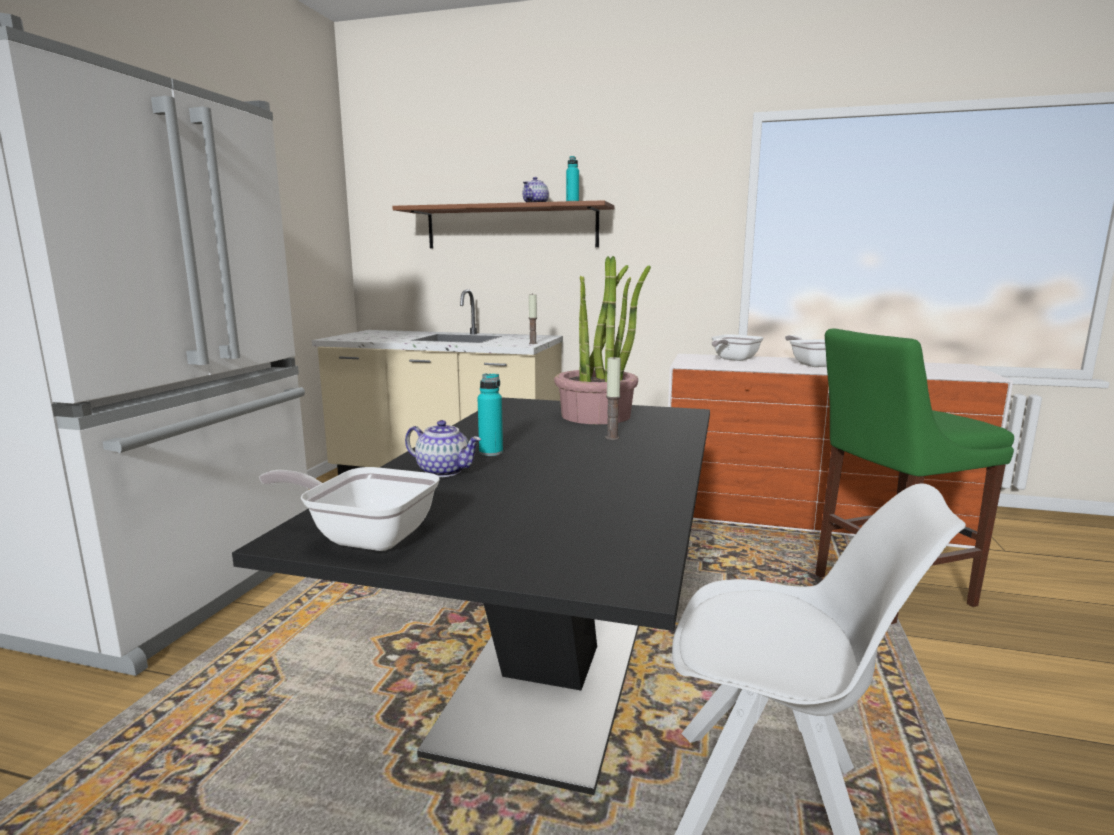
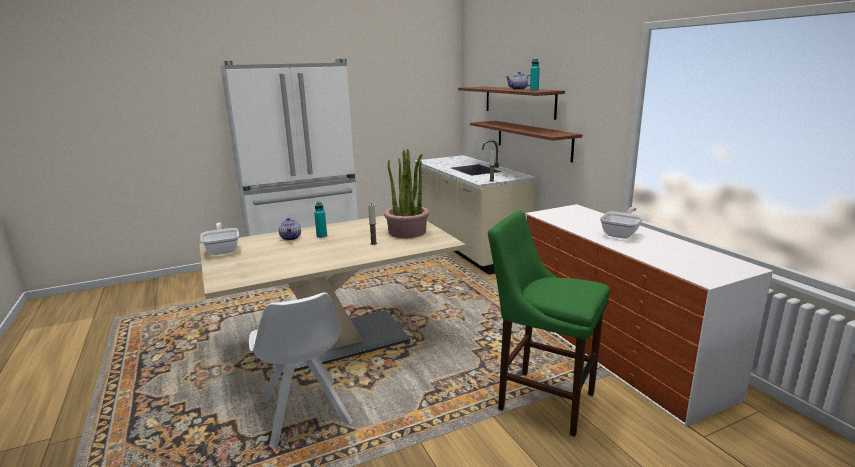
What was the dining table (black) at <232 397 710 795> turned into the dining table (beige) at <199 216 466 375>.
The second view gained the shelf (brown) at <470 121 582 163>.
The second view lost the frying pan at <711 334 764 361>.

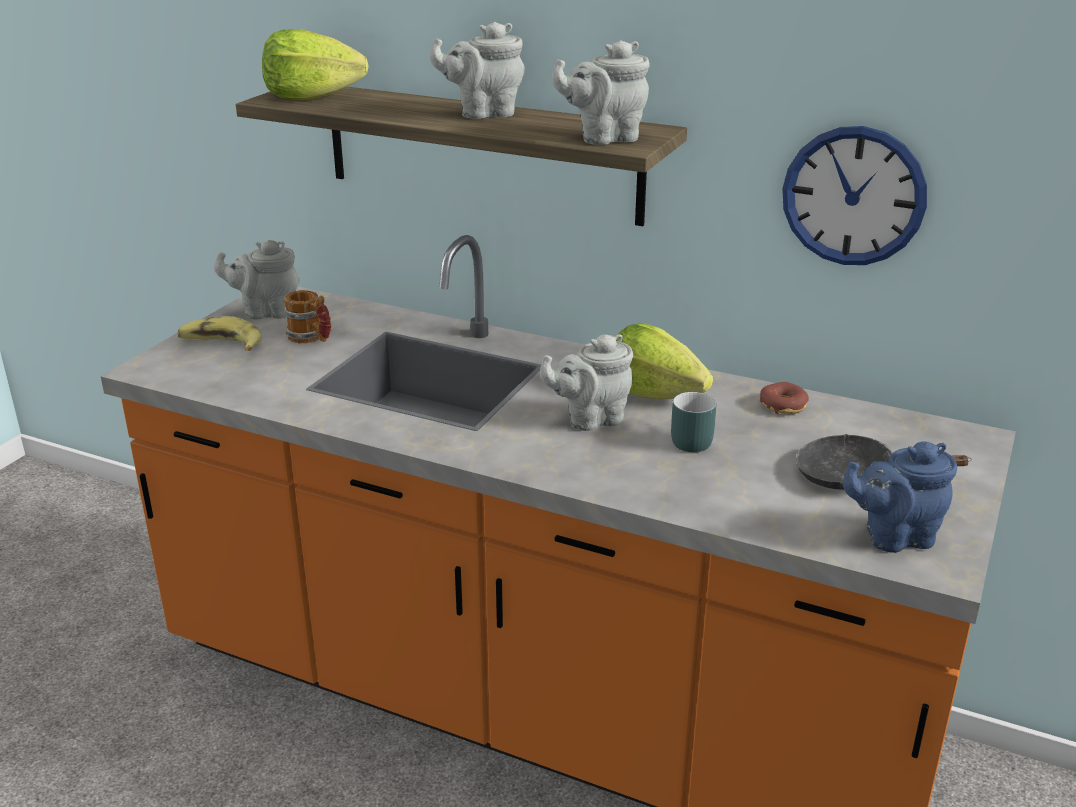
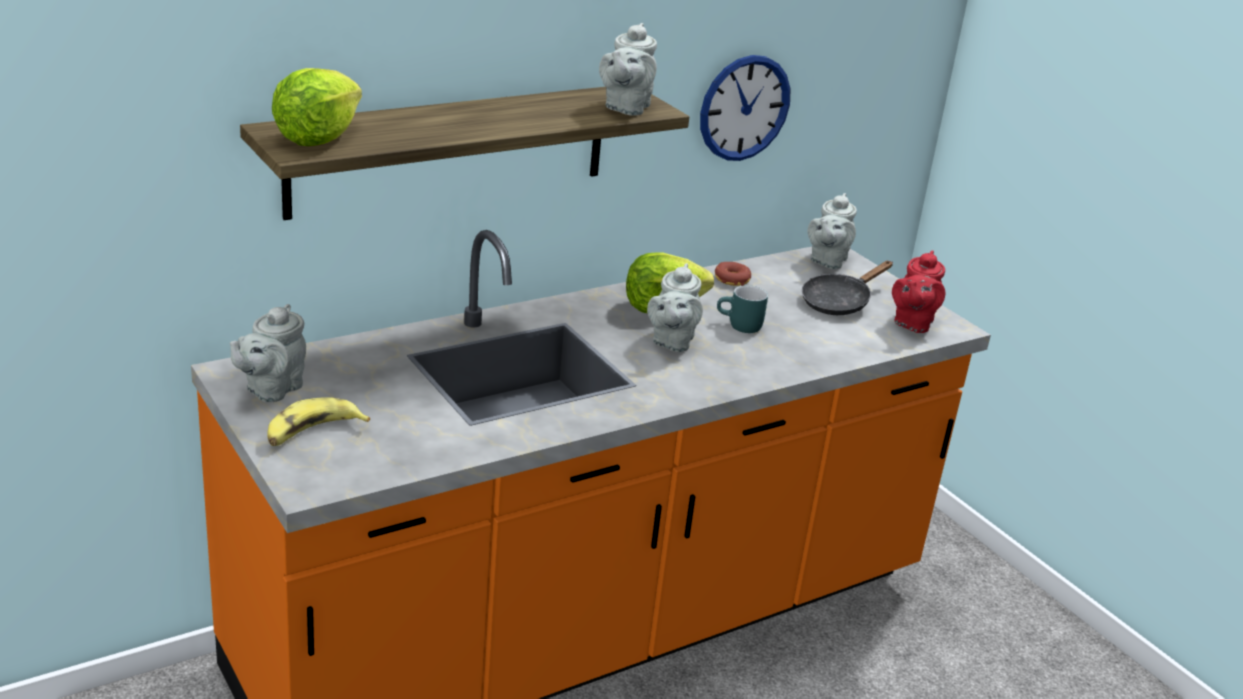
The teapot (grey) ended up elsewhere, having gone from <429 22 525 119> to <808 193 857 269>.
What was the teapot (blue) at <843 441 957 553> turned into the teapot (red) at <892 250 945 333>.
The second view lost the mug at <284 290 331 343>.

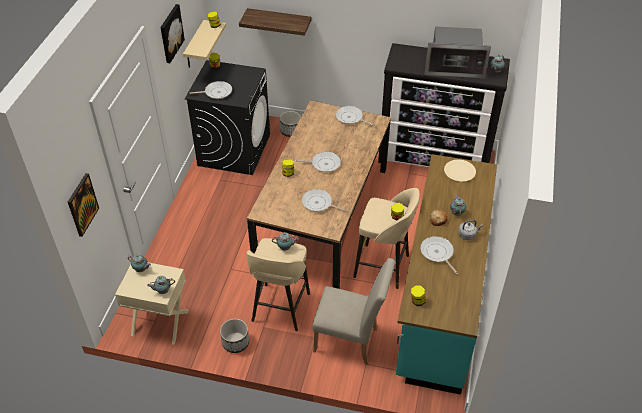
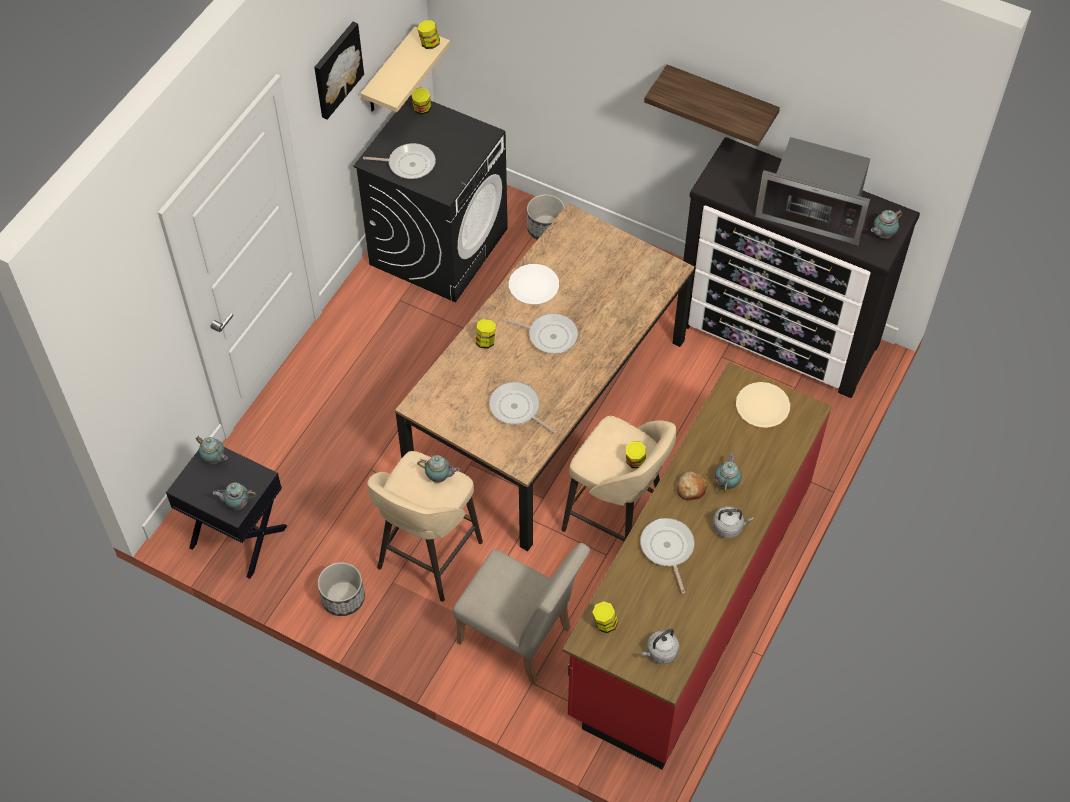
What was the nightstand (beige) at <115 262 189 345> turned into the nightstand (black) at <166 447 287 579>.
The second view gained the plate (white) at <509 264 559 305>.
What was the counter (turquoise) at <396 154 497 395> turned into the counter (red) at <563 362 832 769>.
The second view gained the kettle (grey) at <641 629 680 664>.
The shelf ended up elsewhere, having gone from <239 8 312 36> to <644 65 780 146>.
The second view lost the picture at <68 173 99 237>.
The second view lost the frying pan at <336 106 375 126>.

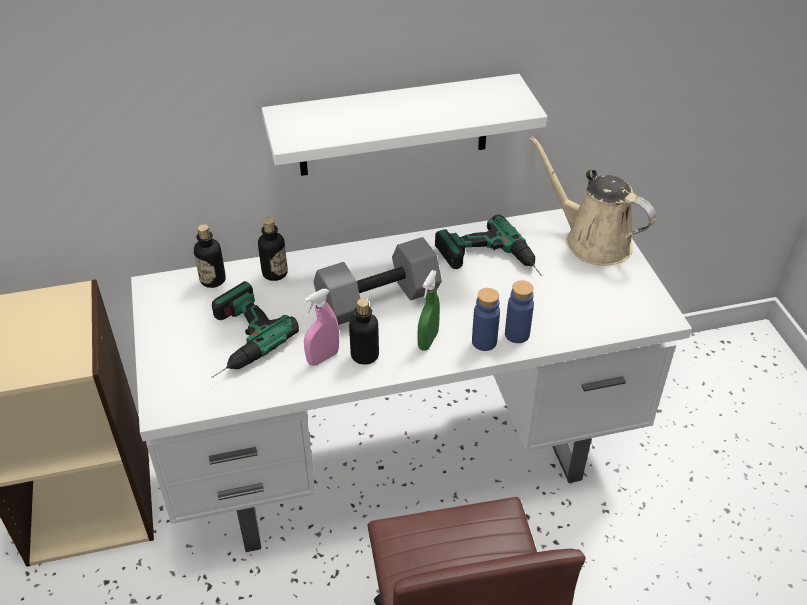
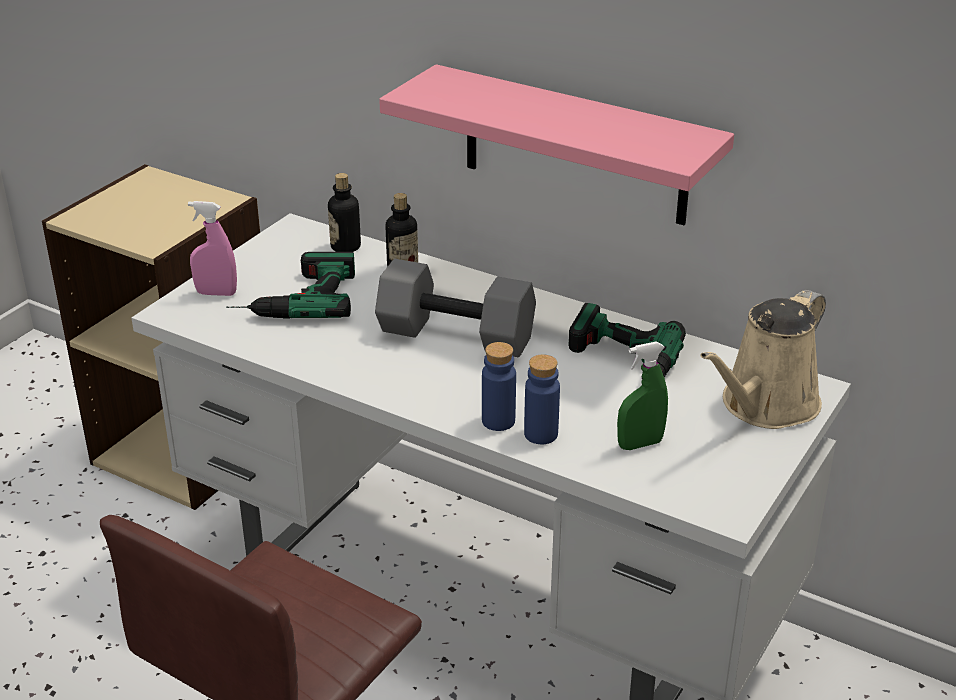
The spray bottle (pink) ended up elsewhere, having gone from <304 289 339 366> to <188 201 237 296>.
What was the shelf (white) at <262 74 548 176> turned into the shelf (pink) at <379 64 734 225>.
The spray bottle (green) ended up elsewhere, having gone from <417 270 440 351> to <617 342 668 450>.
The watering can (beige) at <529 136 656 266> ended up facing another way, 135 degrees counterclockwise from before.
The second view lost the bottle at <349 299 379 365>.

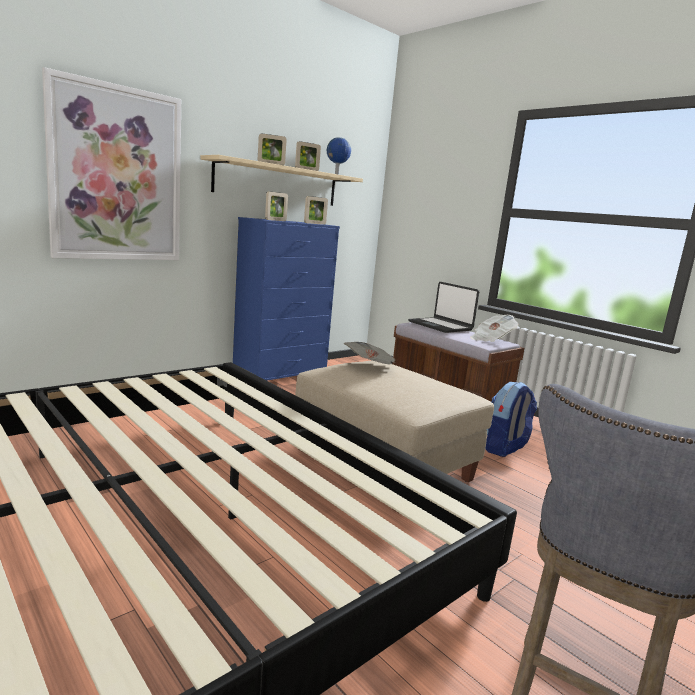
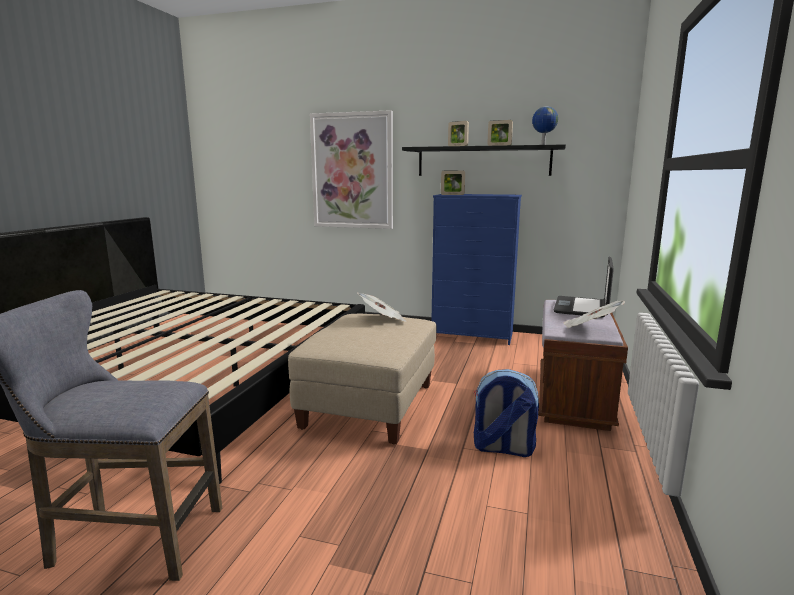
What was the shelf (beige) at <200 155 363 206> turned into the shelf (black) at <402 144 566 176>.
The second view lost the picture frame at <304 196 328 225>.

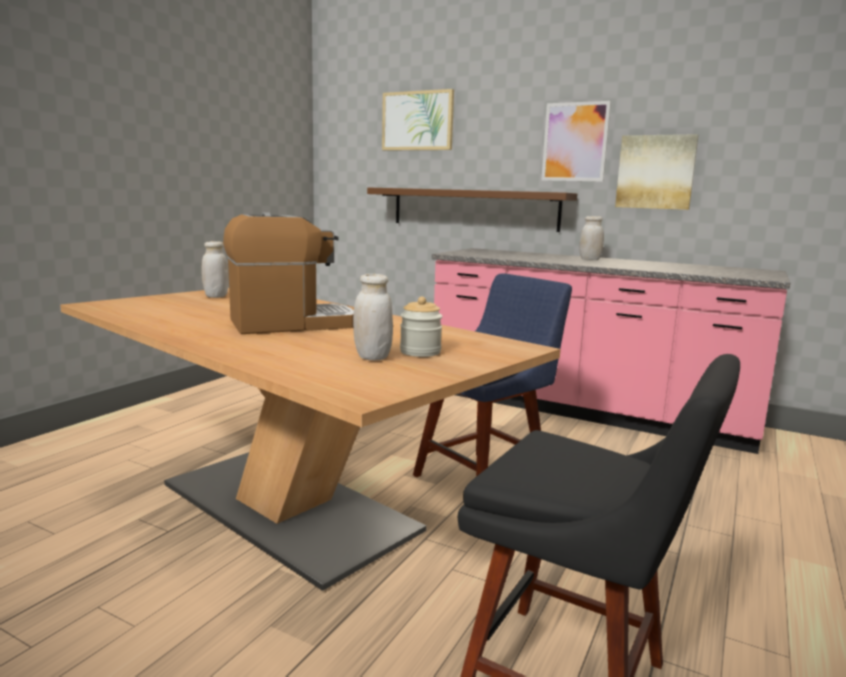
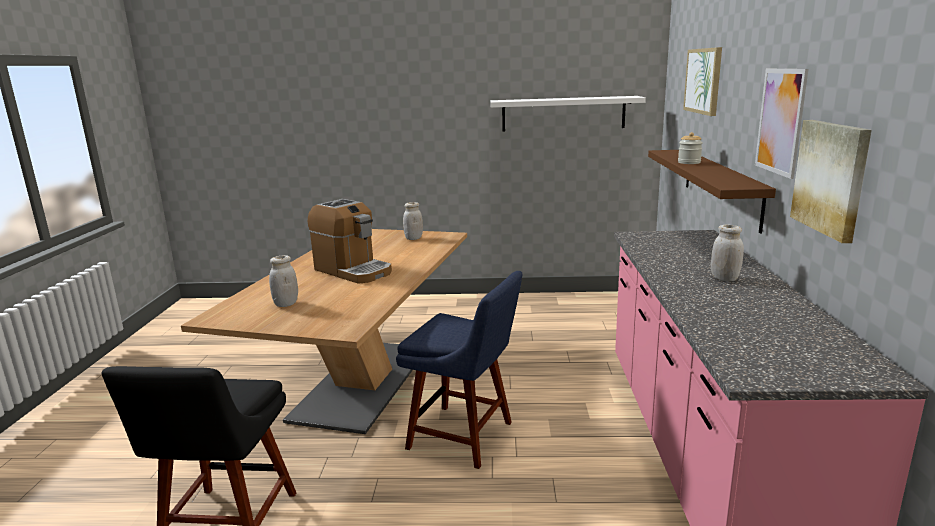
The second view gained the shelf (white) at <490 96 646 132>.
The jar ended up elsewhere, having gone from <400 297 443 357> to <678 132 703 164>.

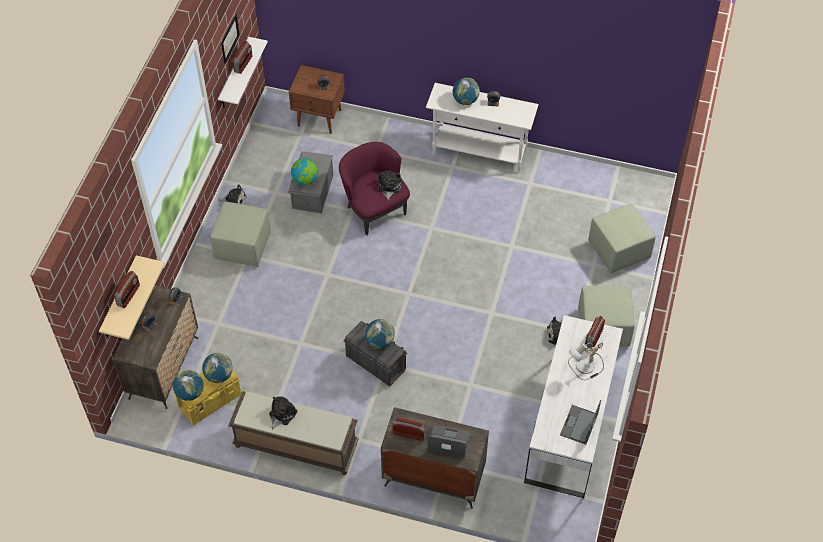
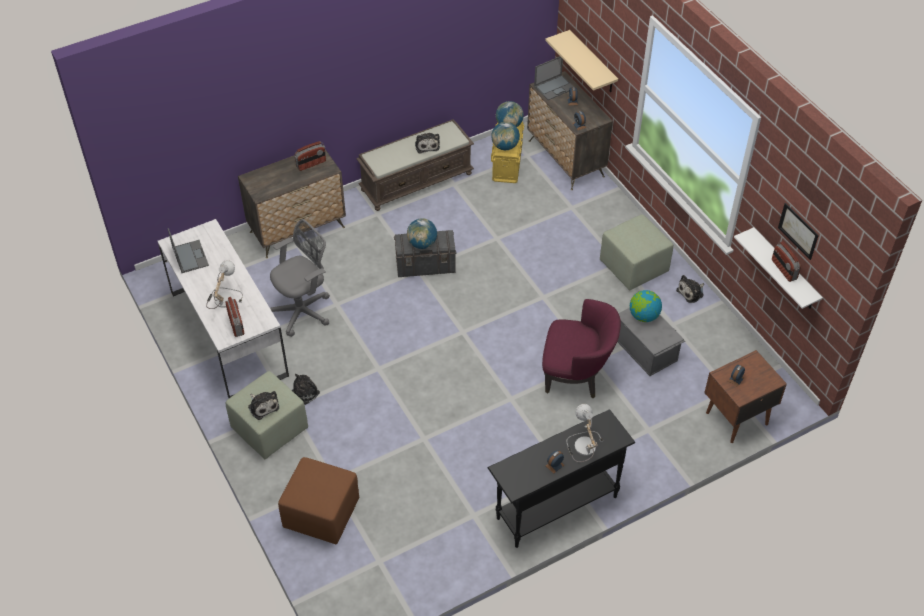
The plush toy ended up elsewhere, having gone from <378 170 401 200> to <248 391 279 420>.
The second view gained the office chair (grey) at <270 219 330 337>.
What was the ottoman (green) at <588 204 656 273> turned into the ottoman (brown) at <278 457 359 544>.
What was the console table (white) at <426 83 539 173> turned into the console table (black) at <488 409 635 548>.
The laptop ended up elsewhere, having gone from <428 425 470 457> to <534 57 574 100>.
Where the globe stood at <453 78 480 105>, the table lamp came to stand at <566 404 603 462>.
The second view lost the radio at <114 271 140 308>.

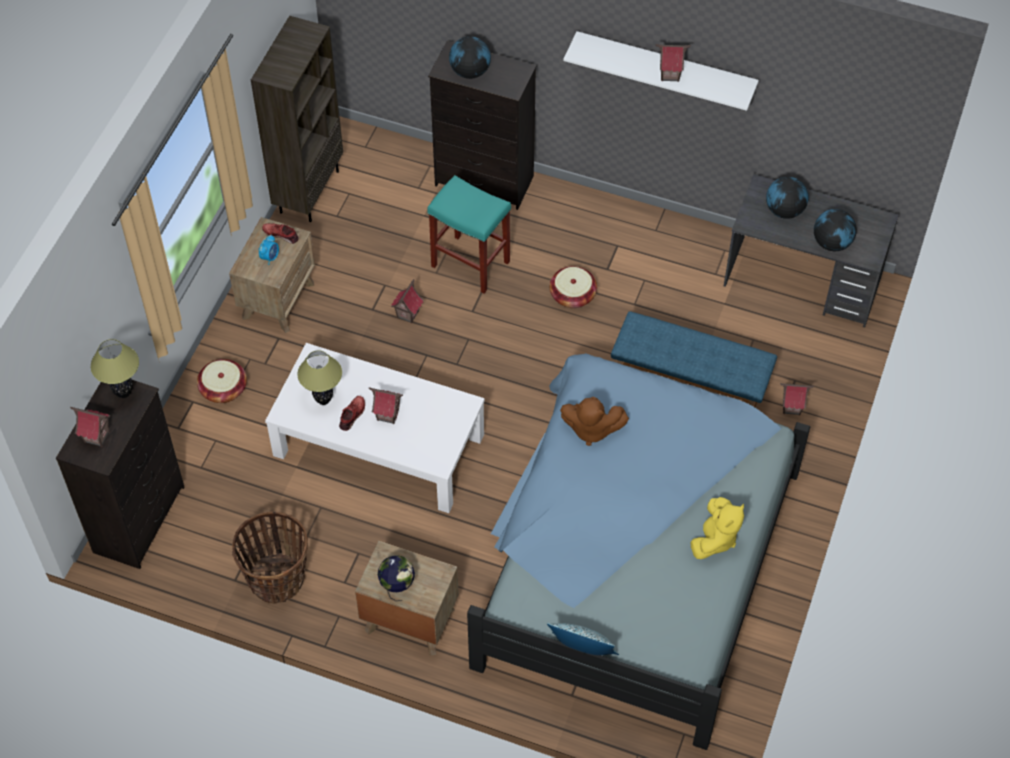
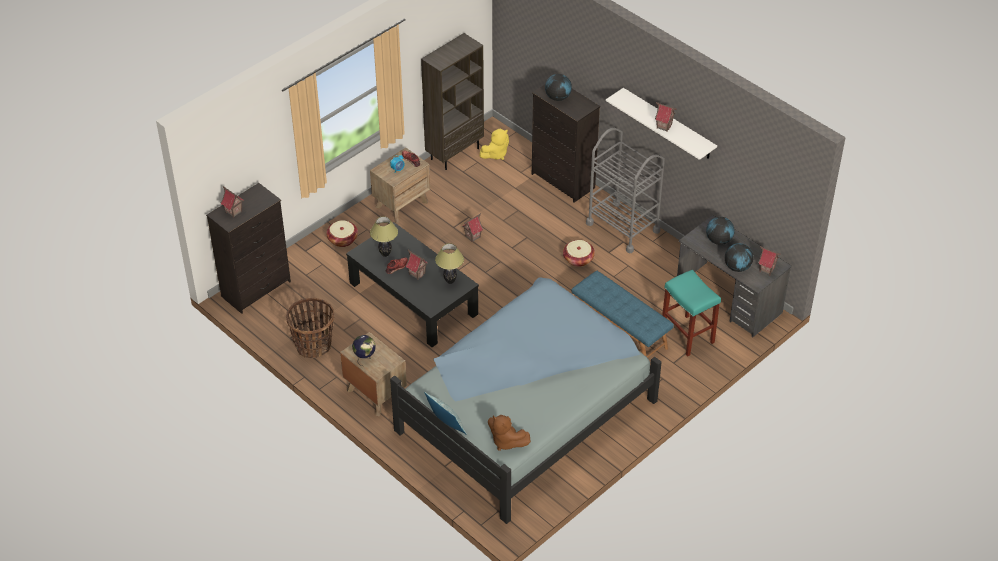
What was the coffee table (white) at <265 343 485 513> turned into the coffee table (black) at <346 222 479 347>.
The table lamp ended up elsewhere, having gone from <91 339 139 398> to <435 243 464 284>.
The plush toy (yellow) ended up elsewhere, having gone from <690 497 744 559> to <480 129 509 160>.
The plush toy (brown) ended up elsewhere, having gone from <560 397 629 446> to <488 415 531 451>.
The second view gained the cart (grey) at <586 128 665 253>.
The stool (turquoise) ended up elsewhere, having gone from <427 175 511 293> to <662 270 721 357>.
The toy house ended up elsewhere, having gone from <780 383 814 415> to <758 246 781 276>.

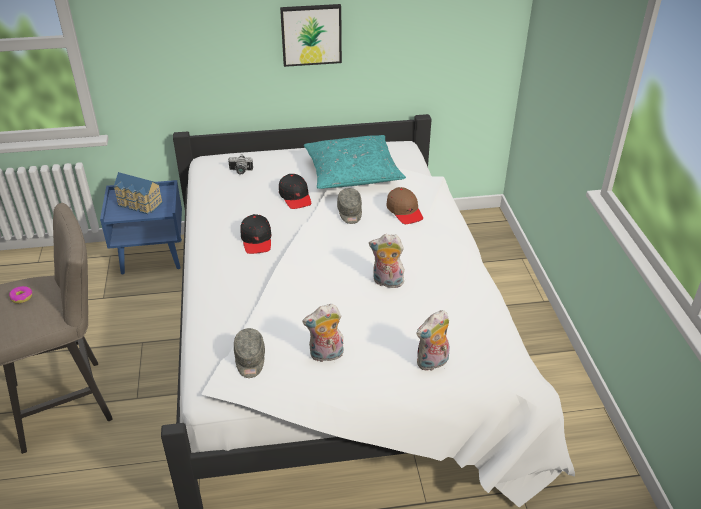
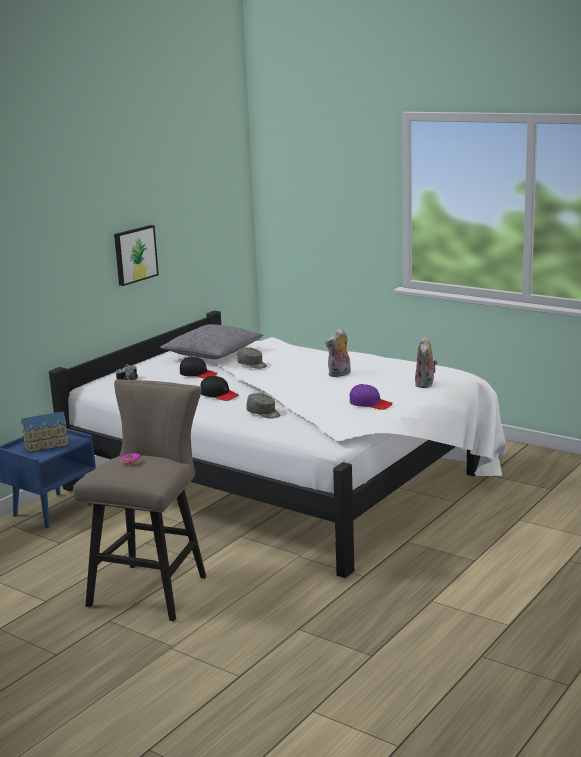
What was the pillow (turquoise) at <304 135 406 189> turned into the pillow (grey) at <160 324 264 359>.
The cap (grey) ended up elsewhere, having gone from <234 328 265 378> to <247 393 280 419>.
Where the plush toy stood at <302 304 344 362>, the cap (purple) came to stand at <350 384 393 410>.
The second view lost the cap (brown) at <386 187 423 224>.

